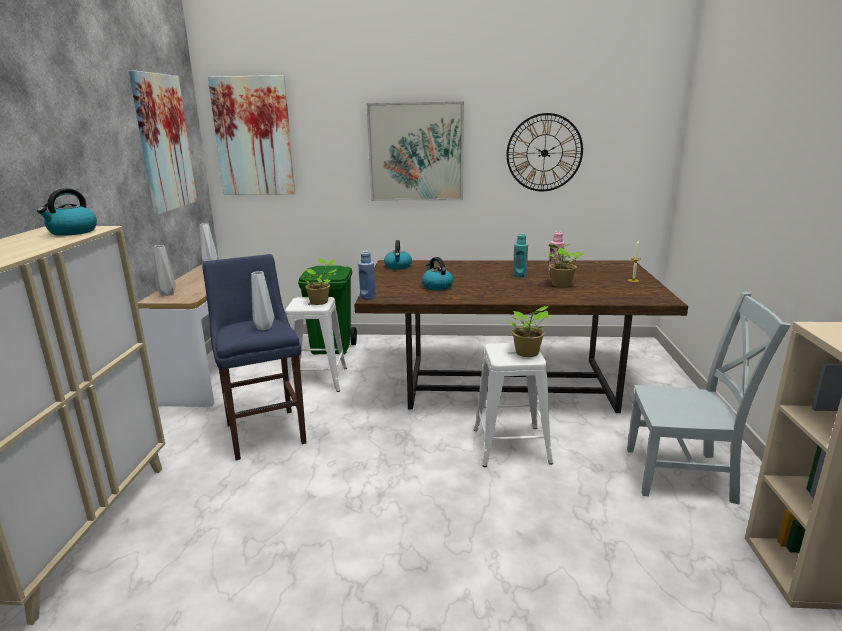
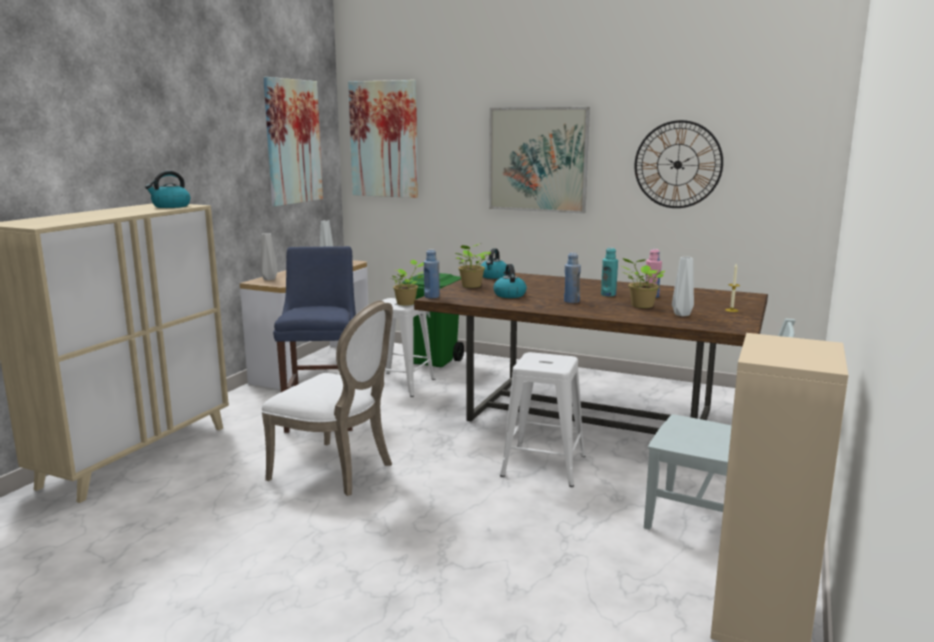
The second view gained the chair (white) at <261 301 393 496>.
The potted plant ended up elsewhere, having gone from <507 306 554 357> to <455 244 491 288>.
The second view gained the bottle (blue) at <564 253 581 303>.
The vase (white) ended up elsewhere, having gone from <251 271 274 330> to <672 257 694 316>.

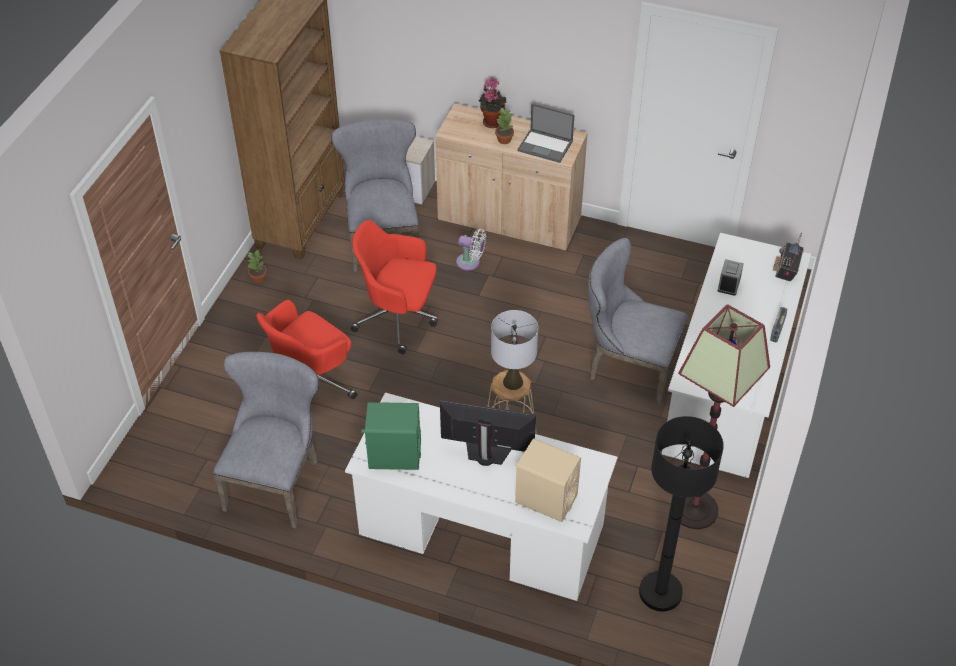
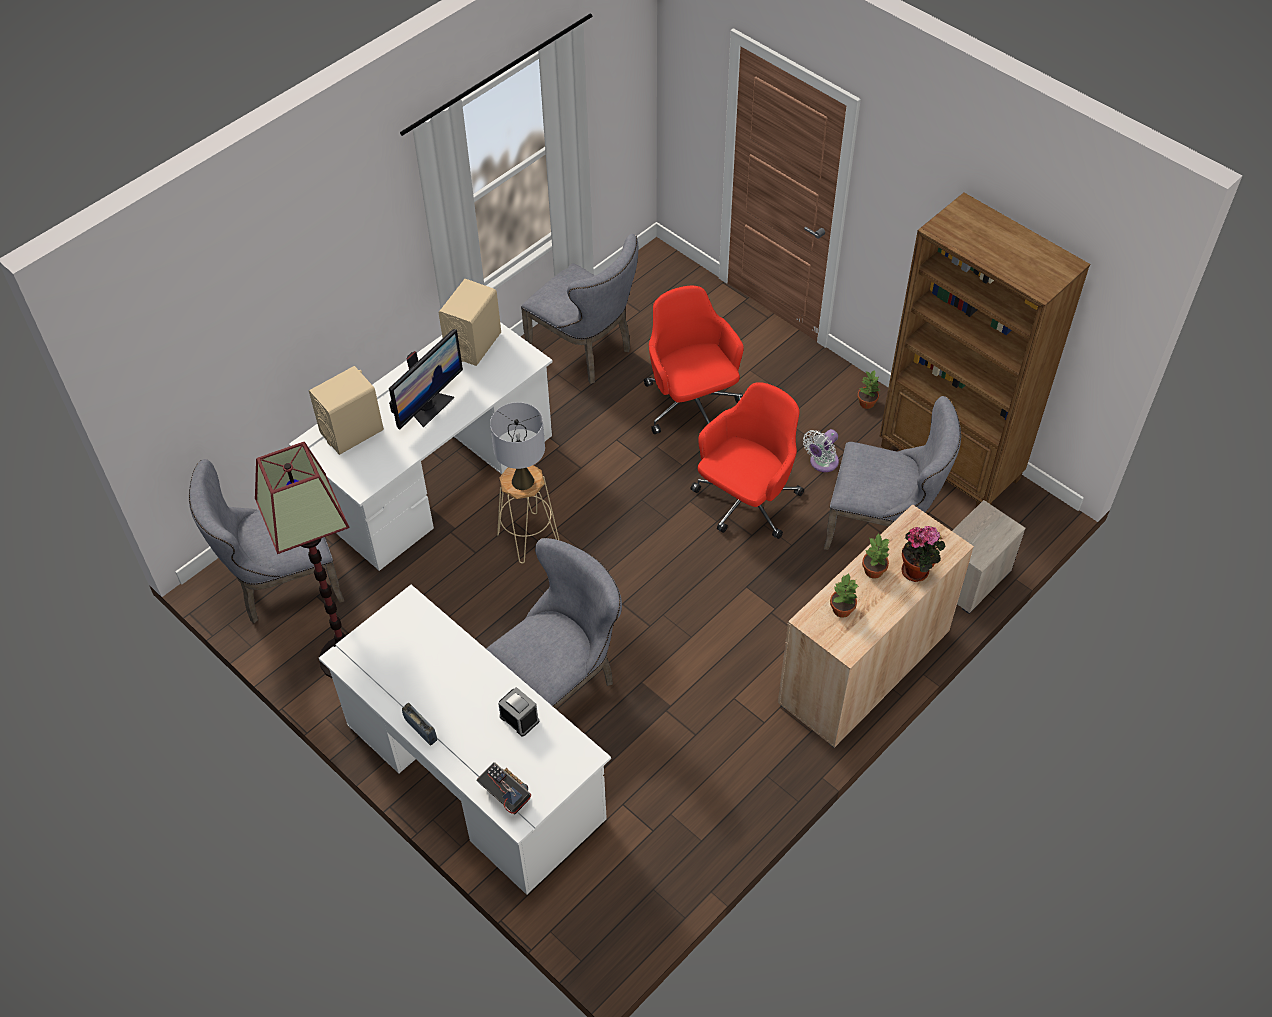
Where the floor lamp (black) stood at <639 416 724 612>, the chair (grey) came to stand at <189 459 344 623>.
What was the speaker (green) at <361 402 421 470> turned into the speaker (beige) at <438 279 501 366>.
The fan (white) ended up elsewhere, having gone from <456 229 486 271> to <803 429 839 472>.
Where the laptop stood at <517 104 575 163>, the potted plant came to stand at <830 573 859 618>.

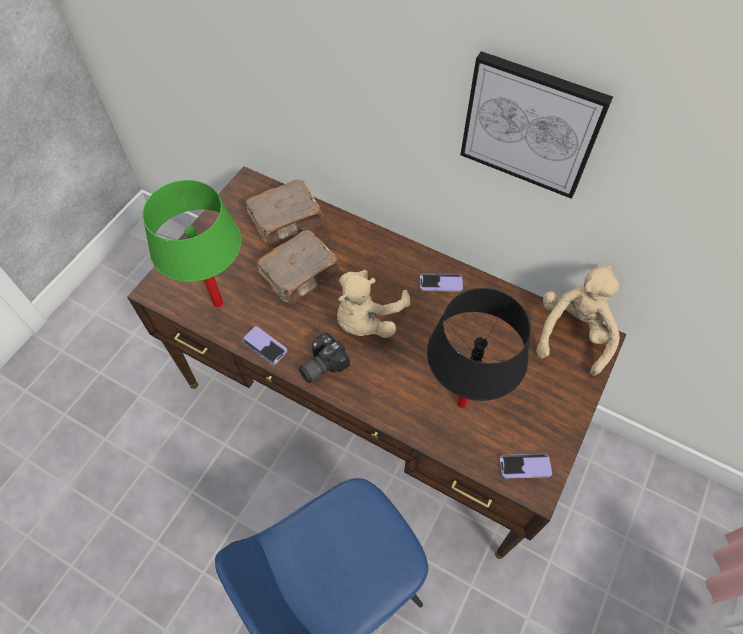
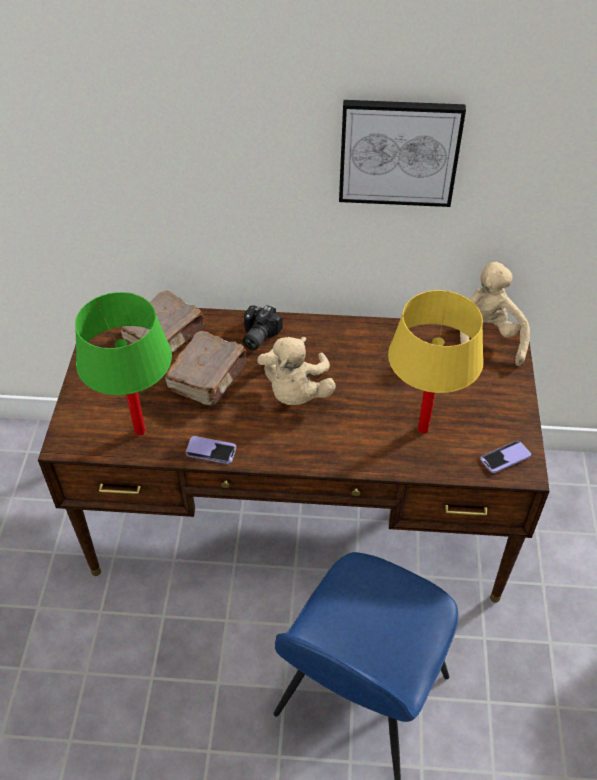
The photo camera ended up elsewhere, having gone from <299 332 350 383> to <243 305 283 350>.
What was the table lamp (black) at <427 288 531 408> turned into the table lamp (yellow) at <388 290 484 434>.
The second view lost the phone at <420 274 463 292>.

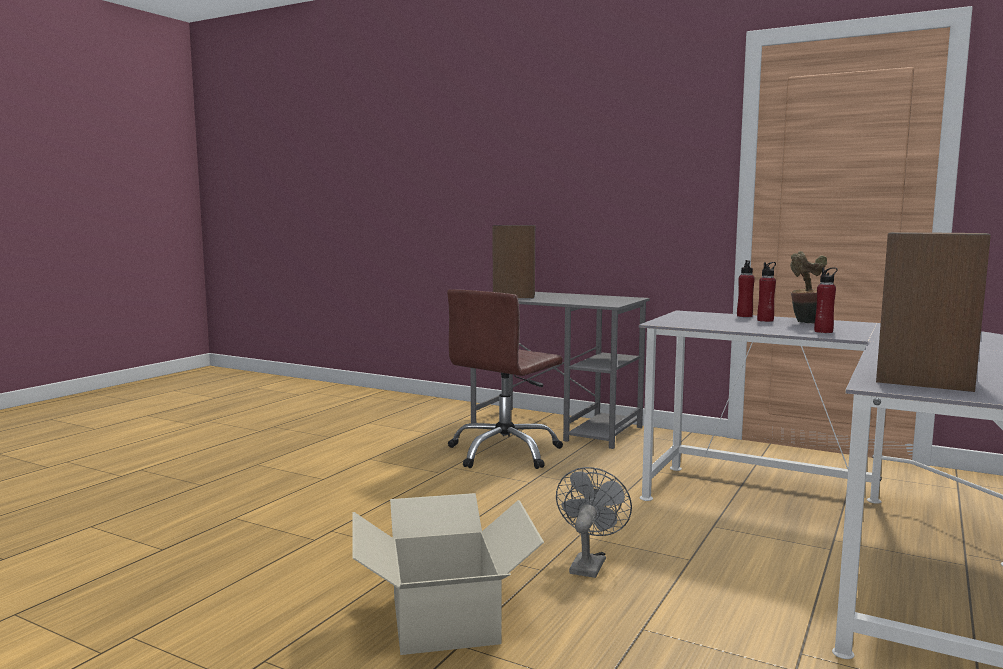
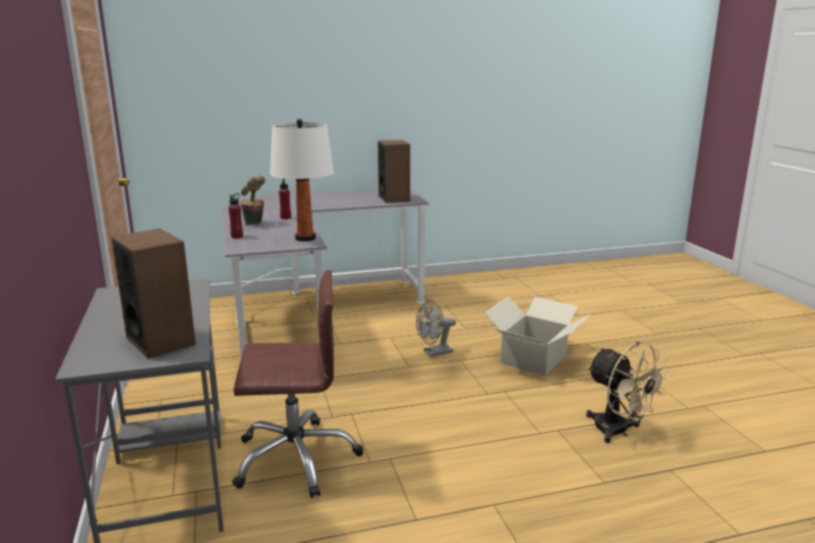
The second view gained the table lamp (white) at <270 119 334 241>.
The second view gained the fan (beige) at <586 341 671 443>.
The second view lost the bottle (red) at <757 262 776 322>.

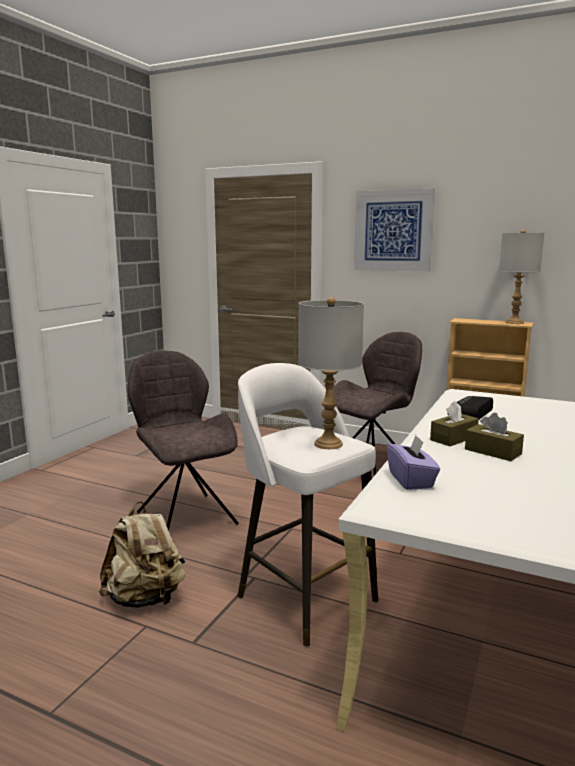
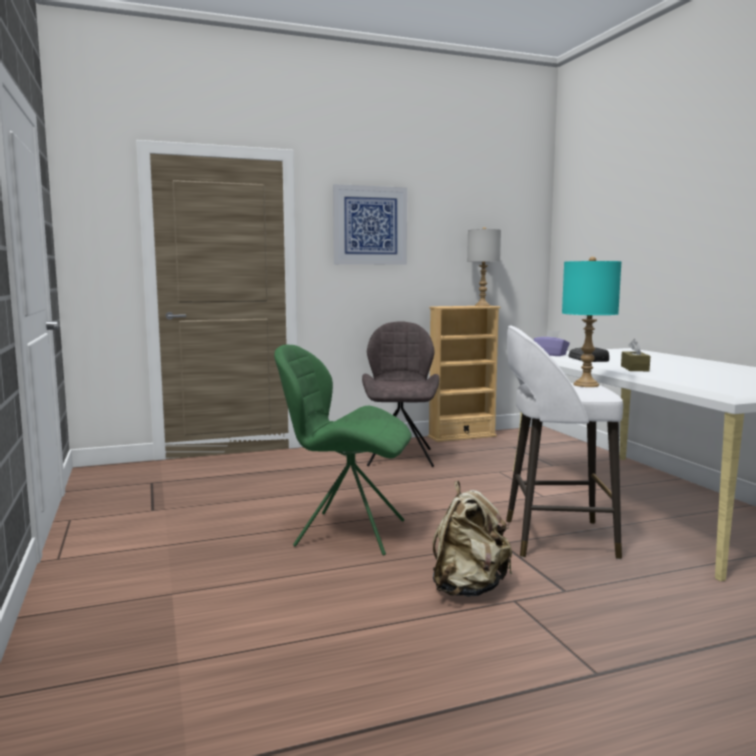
What was the chair (grey) at <128 351 239 531> turned into the chair (green) at <274 345 411 556>.
The tissue box (purple) ended up elsewhere, having gone from <387 435 440 490> to <534 330 570 356>.
What was the table lamp (grey) at <298 297 364 449> turned into the table lamp (turquoise) at <562 257 622 387>.
The second view lost the tissue box (brown) at <465 413 524 461>.

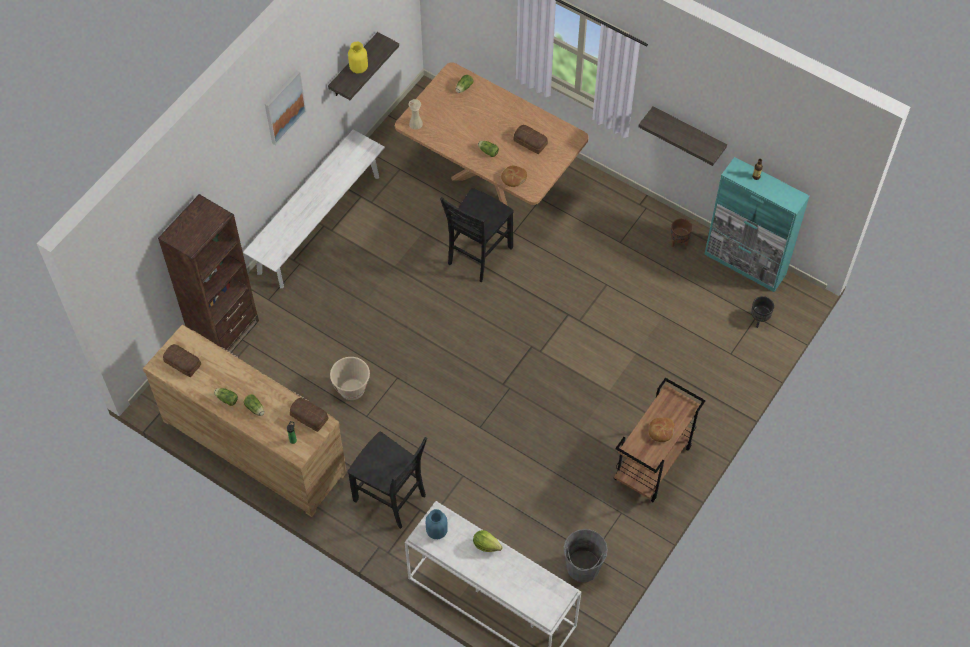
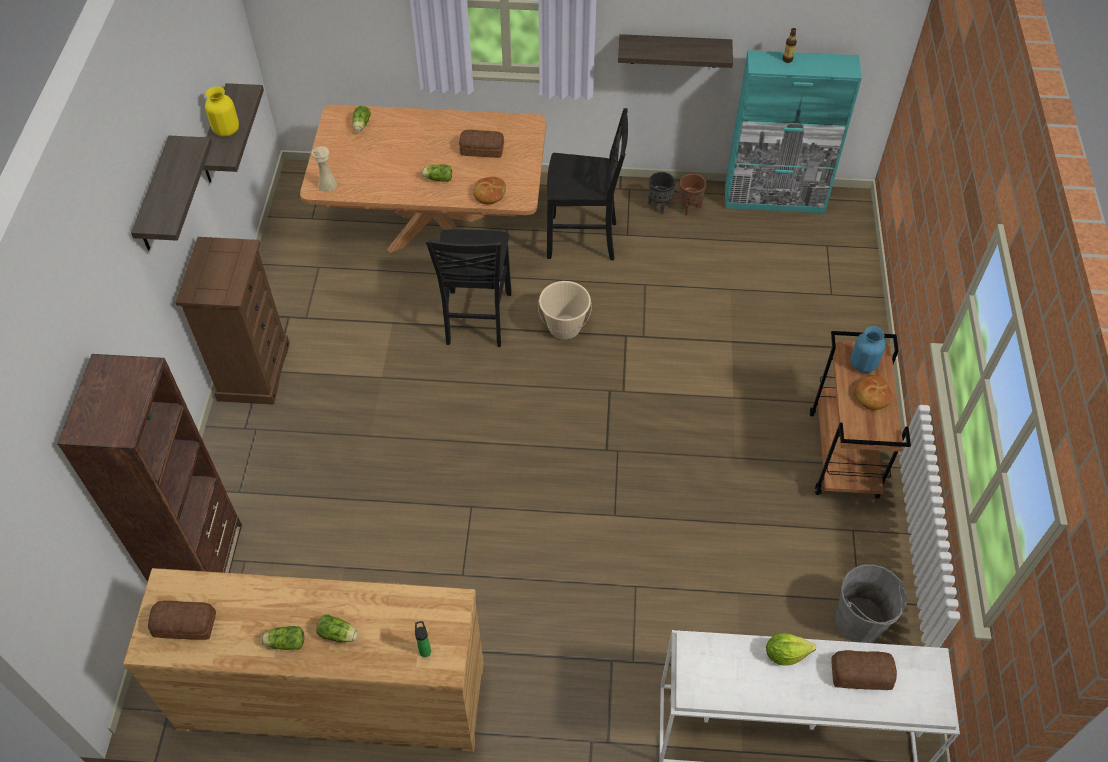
Where the picture hung at <265 70 306 145>, the shelf came to hang at <131 135 212 251>.
Where the bench (white) stood at <243 129 385 289>, the dresser (brown) came to stand at <175 237 290 405>.
The bucket (beige) ended up elsewhere, having gone from <330 357 370 400> to <538 281 592 339>.
The chair (black) ended up elsewhere, having gone from <348 432 427 529> to <547 108 628 260>.
The planter (black) ended up elsewhere, having gone from <751 296 774 328> to <648 172 675 214>.
The bread ended up elsewhere, having gone from <290 398 328 432> to <831 650 897 690>.
The vase (blue) ended up elsewhere, having gone from <426 509 448 539> to <850 326 886 373>.

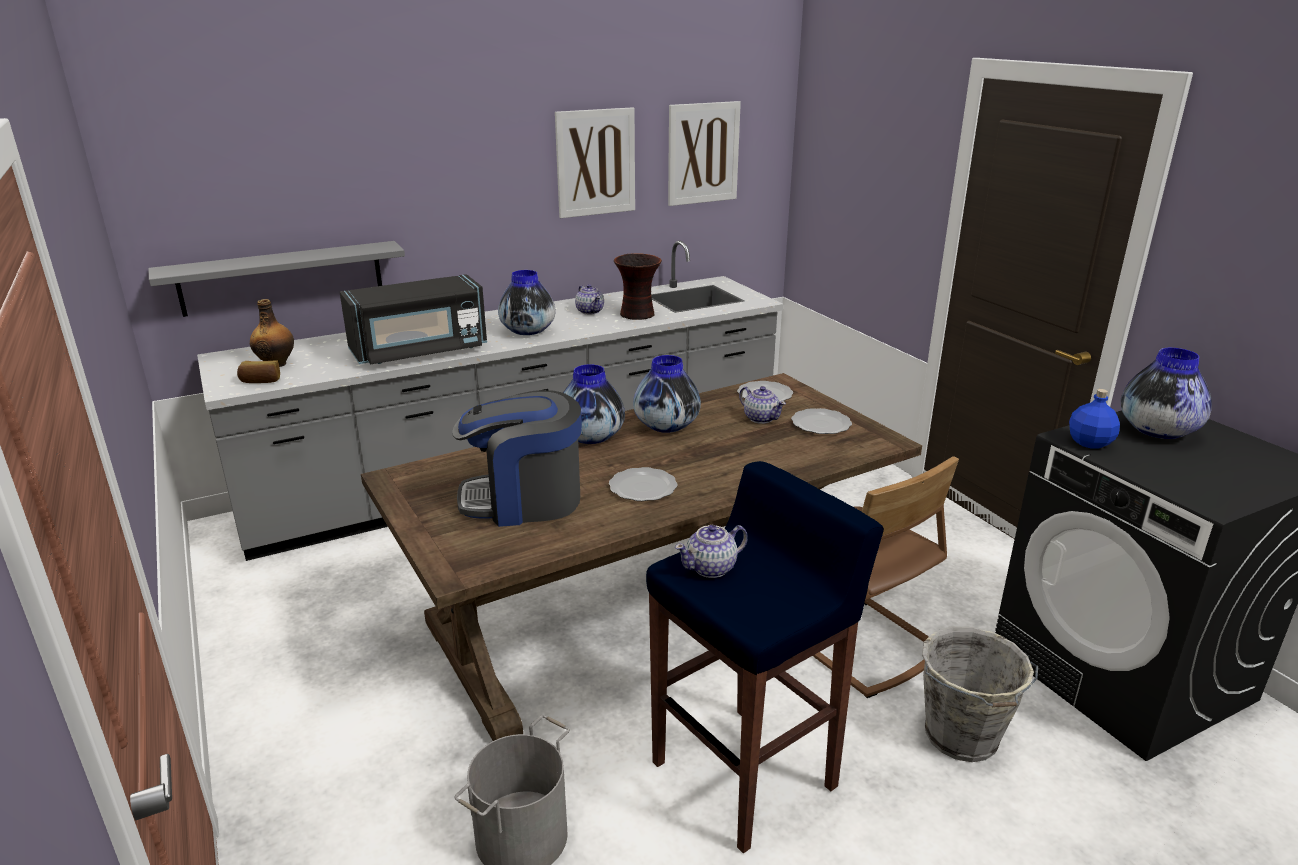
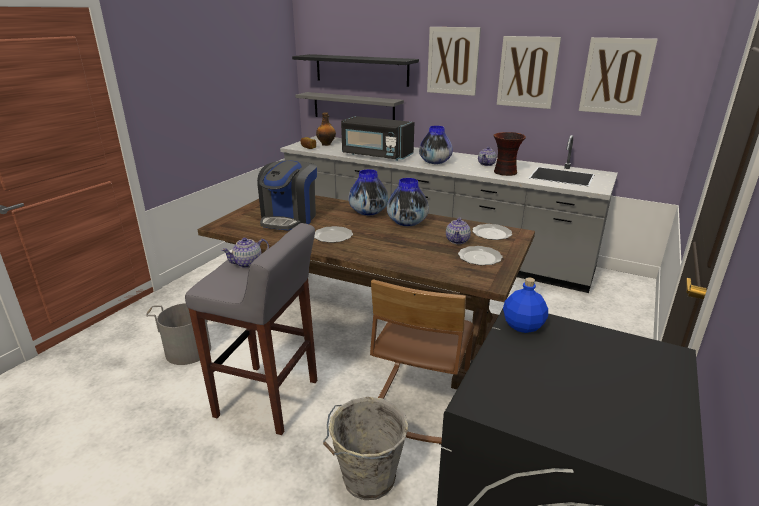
What was the stool (blue) at <646 461 884 853> turned into the stool (grey) at <185 223 317 435>.
The teapot at <675 525 748 578> ended up facing another way, 60 degrees counterclockwise from before.
The coffee machine at <452 390 582 527> ended up facing another way, 120 degrees counterclockwise from before.
The second view gained the shelf (black) at <292 54 419 87>.
The second view gained the picture at <427 27 481 96>.
The second view lost the vase at <1120 348 1212 439>.

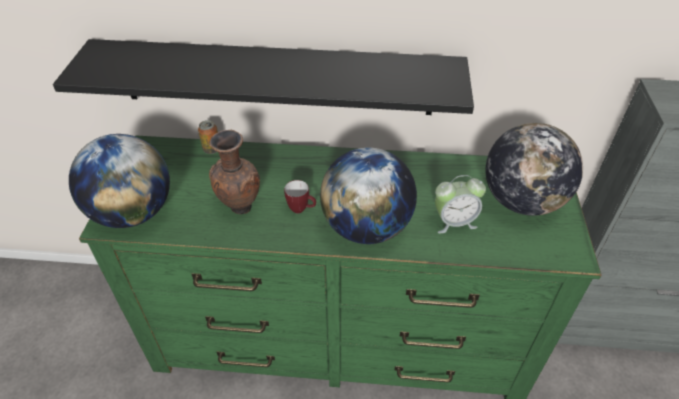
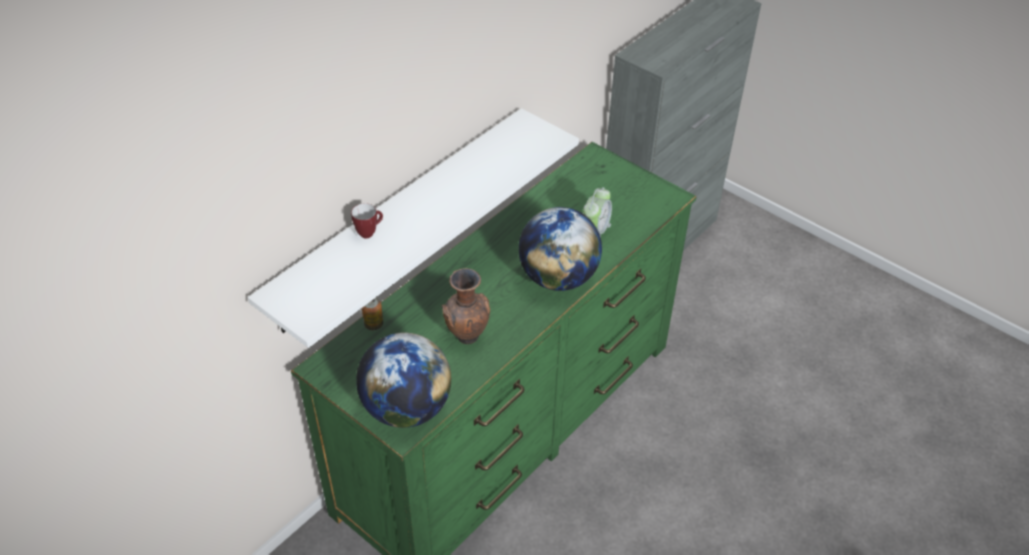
What was the shelf (black) at <53 39 474 115> turned into the shelf (white) at <248 108 579 348>.
The mug ended up elsewhere, having gone from <284 180 316 213> to <351 203 383 239>.
The second view lost the globe at <486 123 583 216>.

